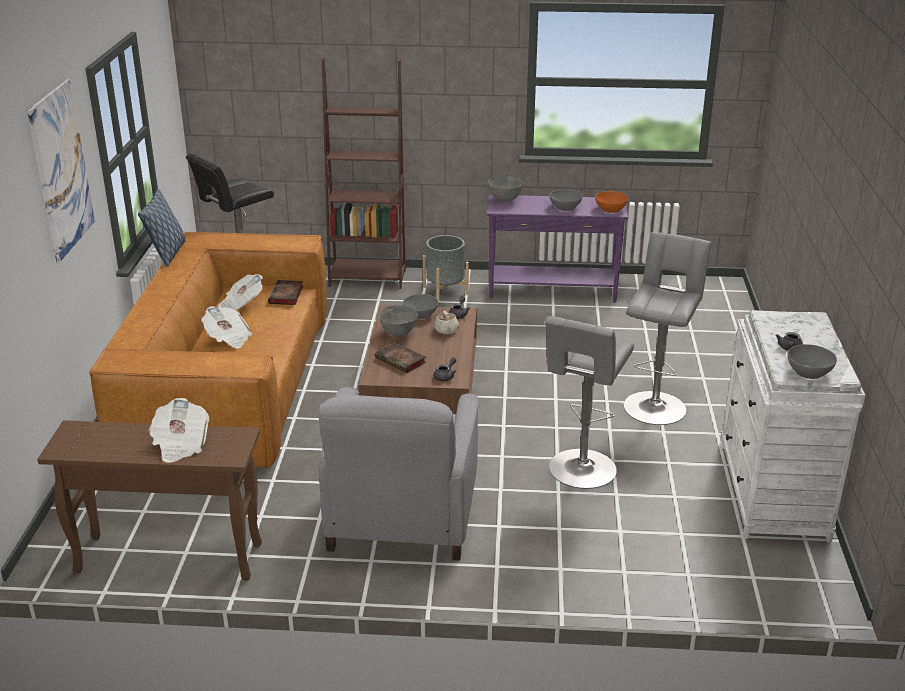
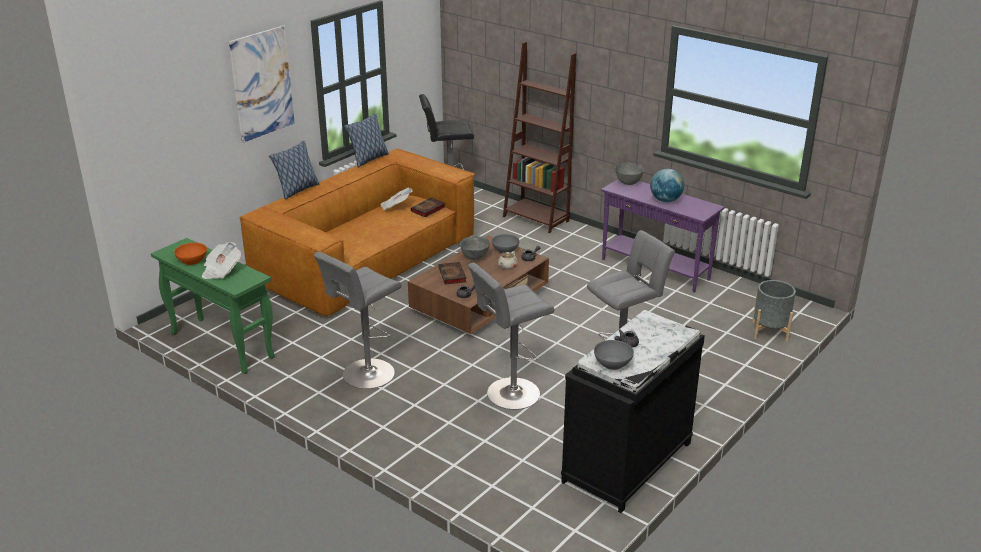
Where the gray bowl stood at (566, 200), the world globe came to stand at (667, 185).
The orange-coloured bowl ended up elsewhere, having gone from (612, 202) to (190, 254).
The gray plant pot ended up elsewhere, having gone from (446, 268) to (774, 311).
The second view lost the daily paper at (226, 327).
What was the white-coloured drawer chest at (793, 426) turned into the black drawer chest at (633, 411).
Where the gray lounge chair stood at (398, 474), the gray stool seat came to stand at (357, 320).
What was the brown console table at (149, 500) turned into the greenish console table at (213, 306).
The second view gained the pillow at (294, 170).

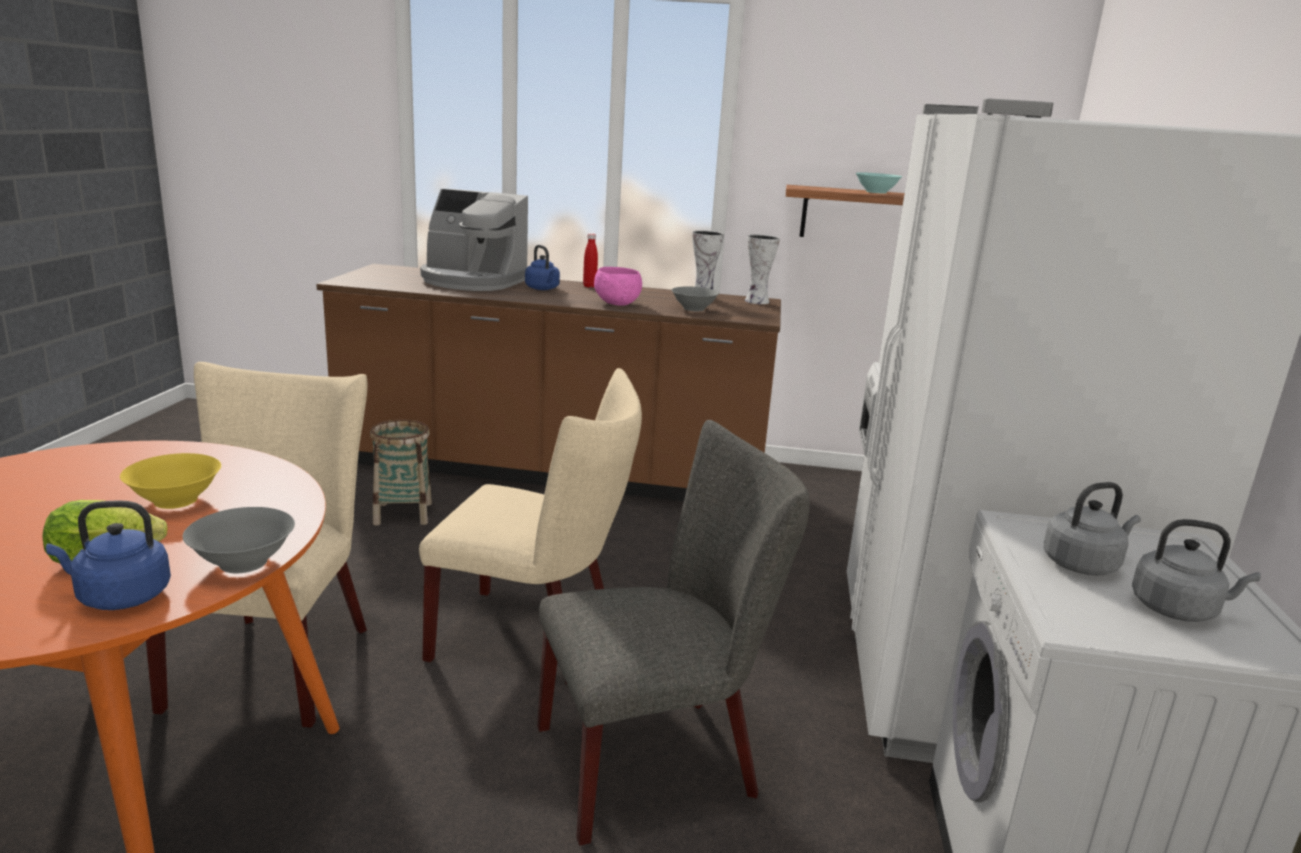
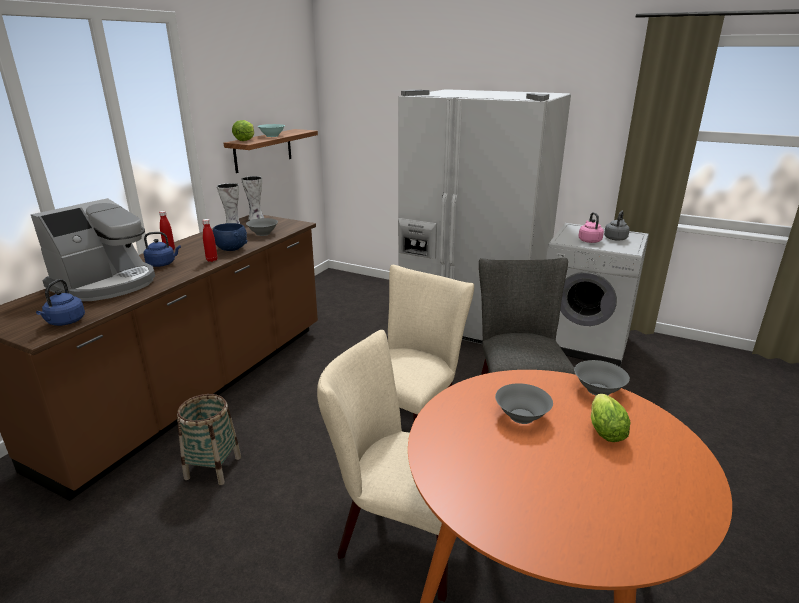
What was the pink bowl at (618, 286) turned into the blue bowl at (230, 237).
What was the yellow bowl at (170, 481) turned into the gray bowl at (524, 403).
What was the gray kettle at (1092, 529) turned into the pink kettle at (591, 227).
The blue kettle ended up elsewhere, having gone from (108, 555) to (60, 302).
The second view gained the lettuce at (243, 130).
The second view gained the red bottle at (210, 240).

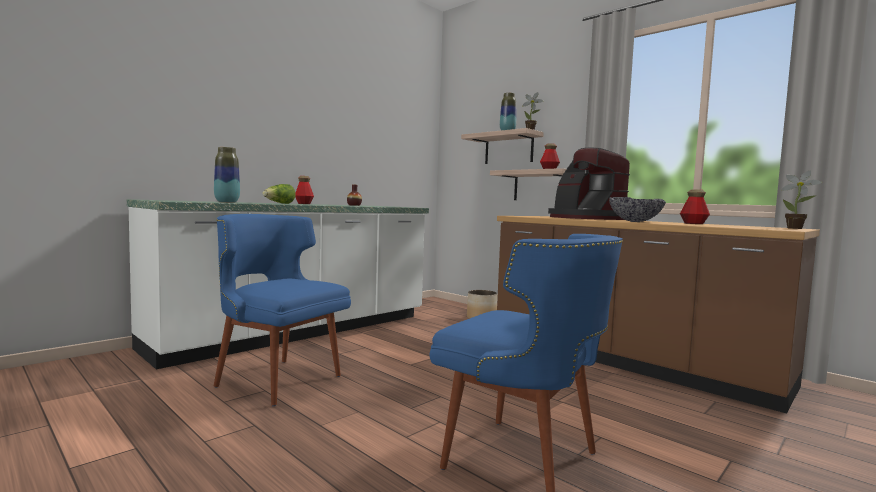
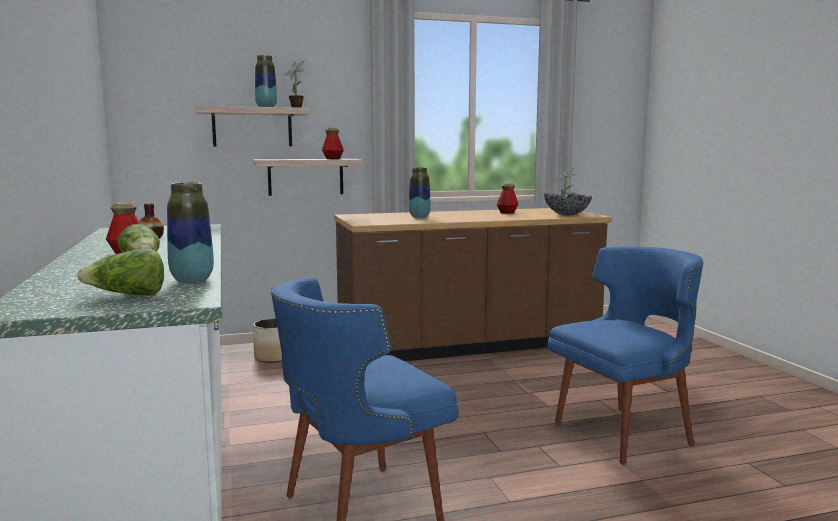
Where the coffee machine stood at (589, 184), the decorative vase came to stand at (420, 193).
The bowl ended up elsewhere, having gone from (637, 209) to (568, 204).
The second view gained the lettuce at (120, 272).

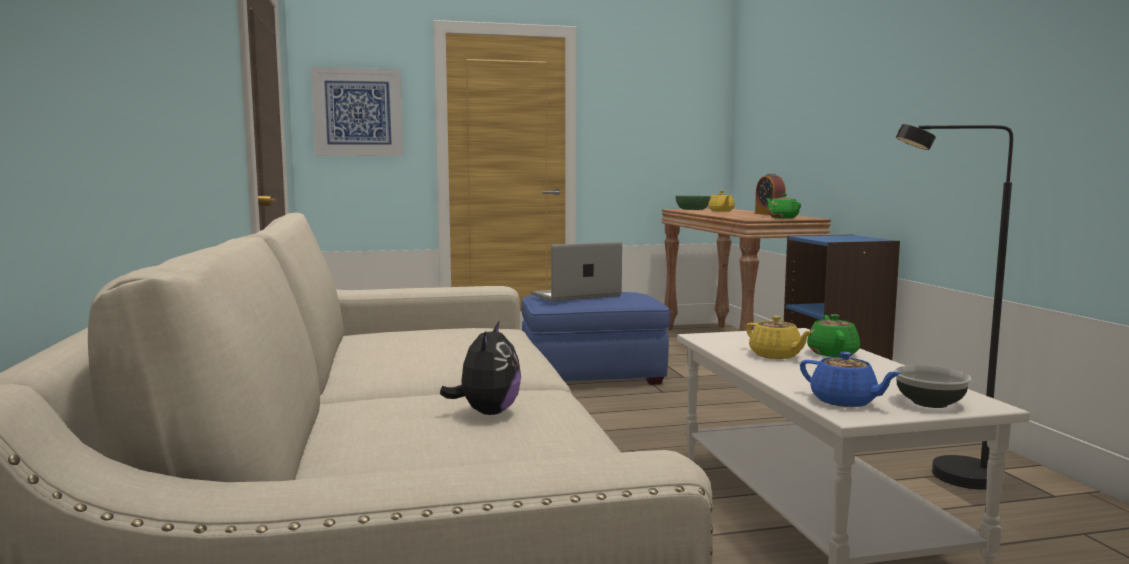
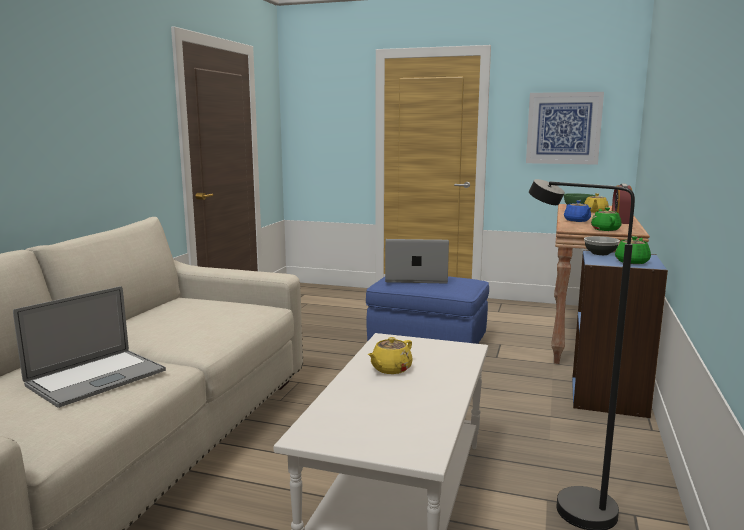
The wall picture ended up elsewhere, having gone from (357, 111) to (565, 128).
The greenish pot for tea ended up elsewhere, having gone from (833, 335) to (633, 250).
The yellow pot for tea at (779, 337) ended up facing another way, 45 degrees clockwise from before.
Where the soft toy stood at (480, 367), the laptop came to stand at (89, 347).
The blue pot for tea ended up elsewhere, having gone from (850, 379) to (577, 211).
The bowl ended up elsewhere, having gone from (933, 386) to (602, 245).

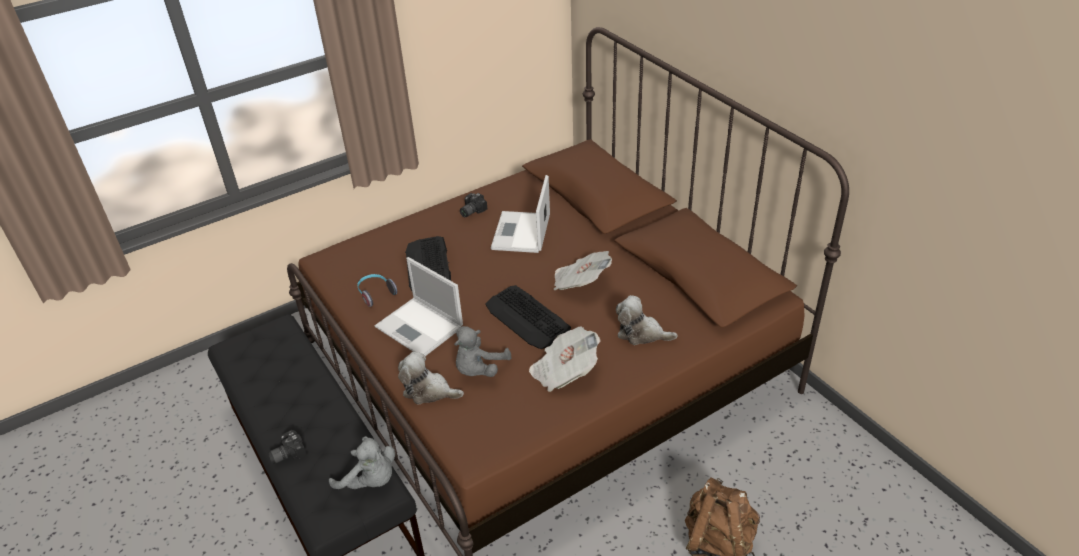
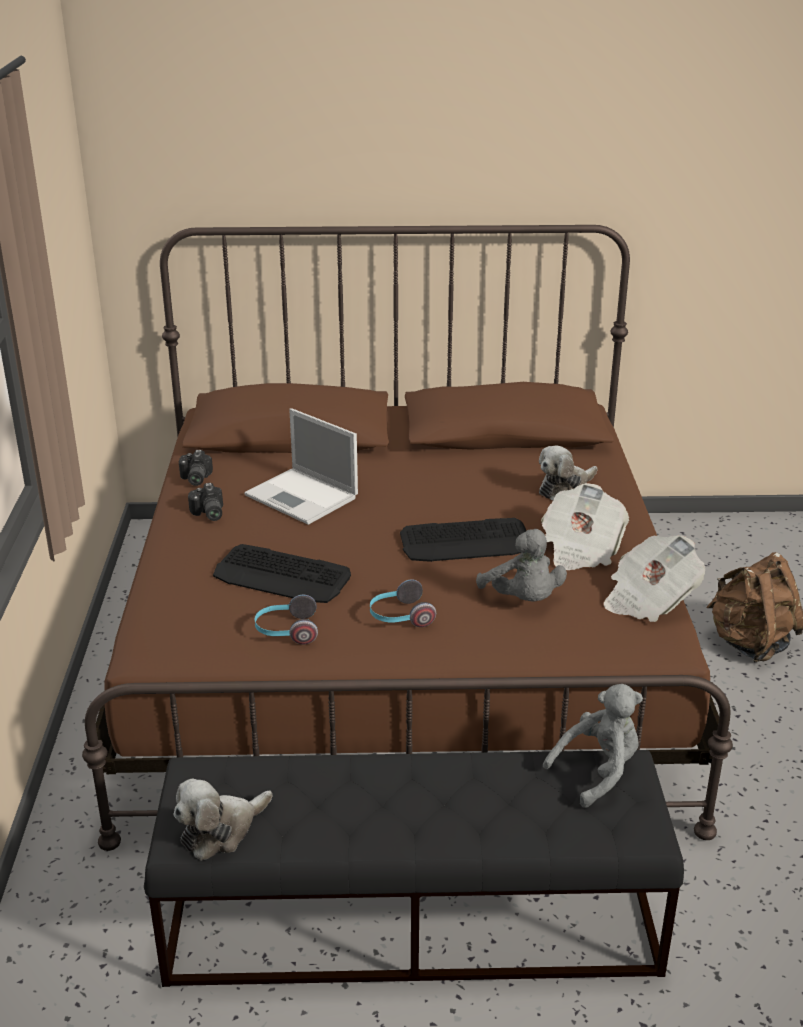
The daily paper ended up elsewhere, having gone from (583, 270) to (654, 578).
Where the laptop stood at (419, 306), the headset came to stand at (403, 603).
The soft toy ended up elsewhere, having gone from (431, 378) to (223, 819).
The photo camera ended up elsewhere, having gone from (287, 447) to (196, 468).

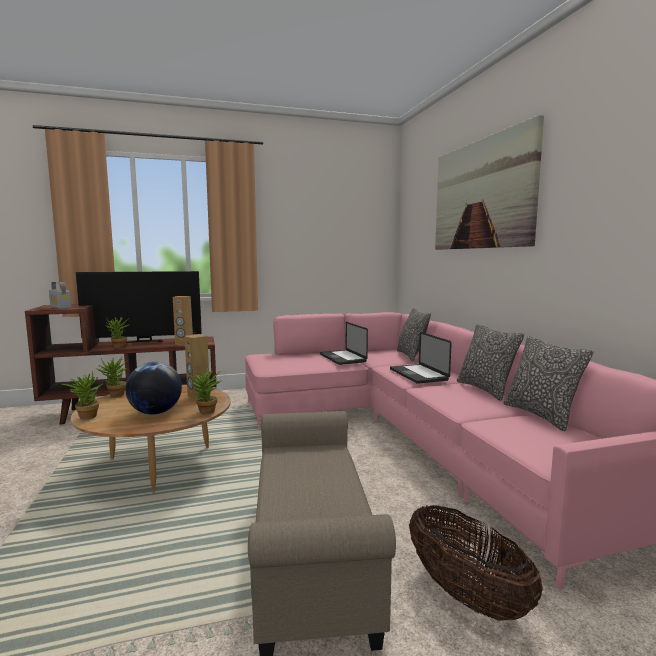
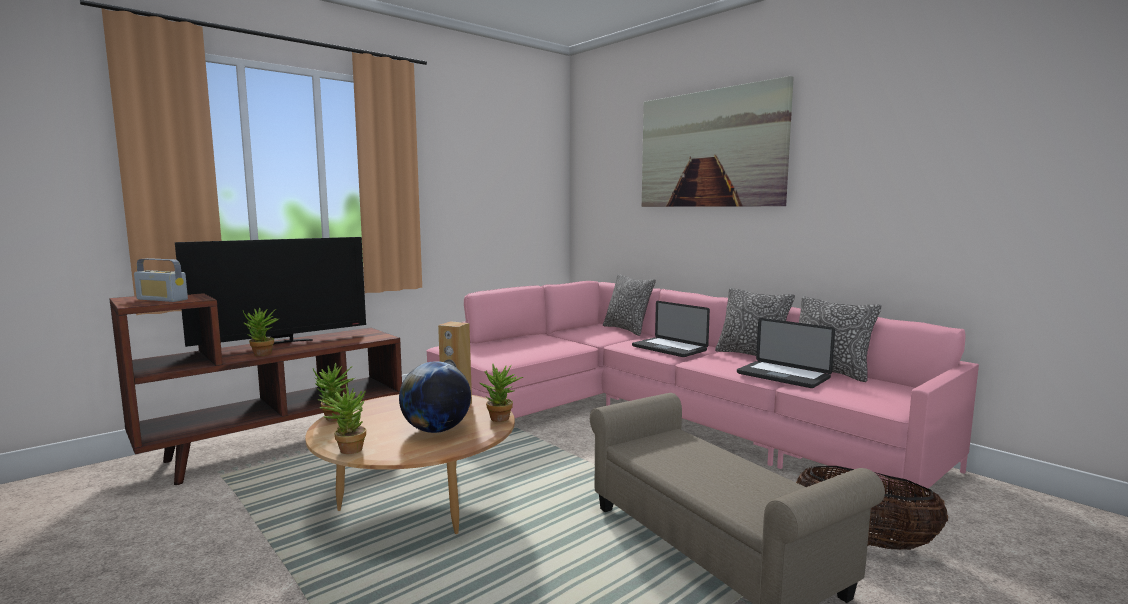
The second view lost the brown loudspeaker at (183, 320).
The laptop ended up elsewhere, having gone from (344, 343) to (786, 353).

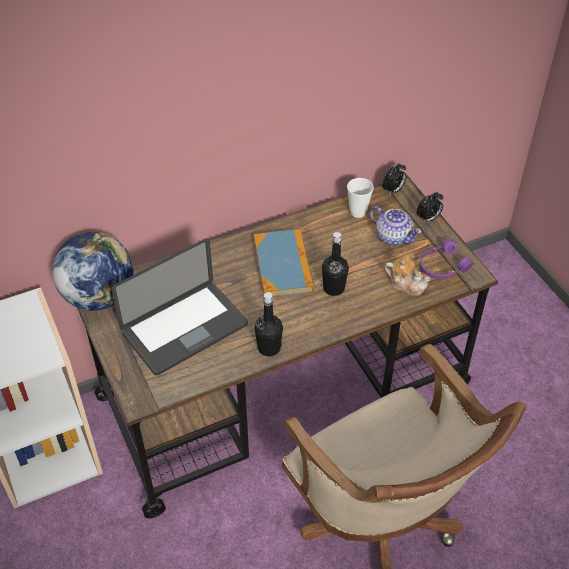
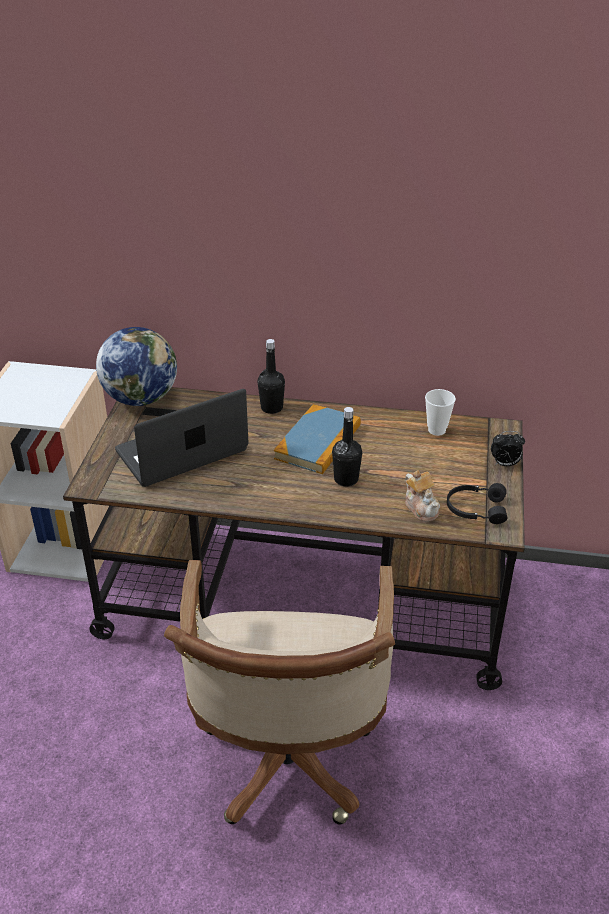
The second view lost the table clock at (394, 178).
The second view lost the pot for tea at (396, 226).
The laptop at (179, 306) ended up facing another way, 150 degrees clockwise from before.
What was the purple headset at (446, 259) turned into the black headset at (477, 503).
The black bottle ended up elsewhere, having gone from (269, 324) to (271, 376).

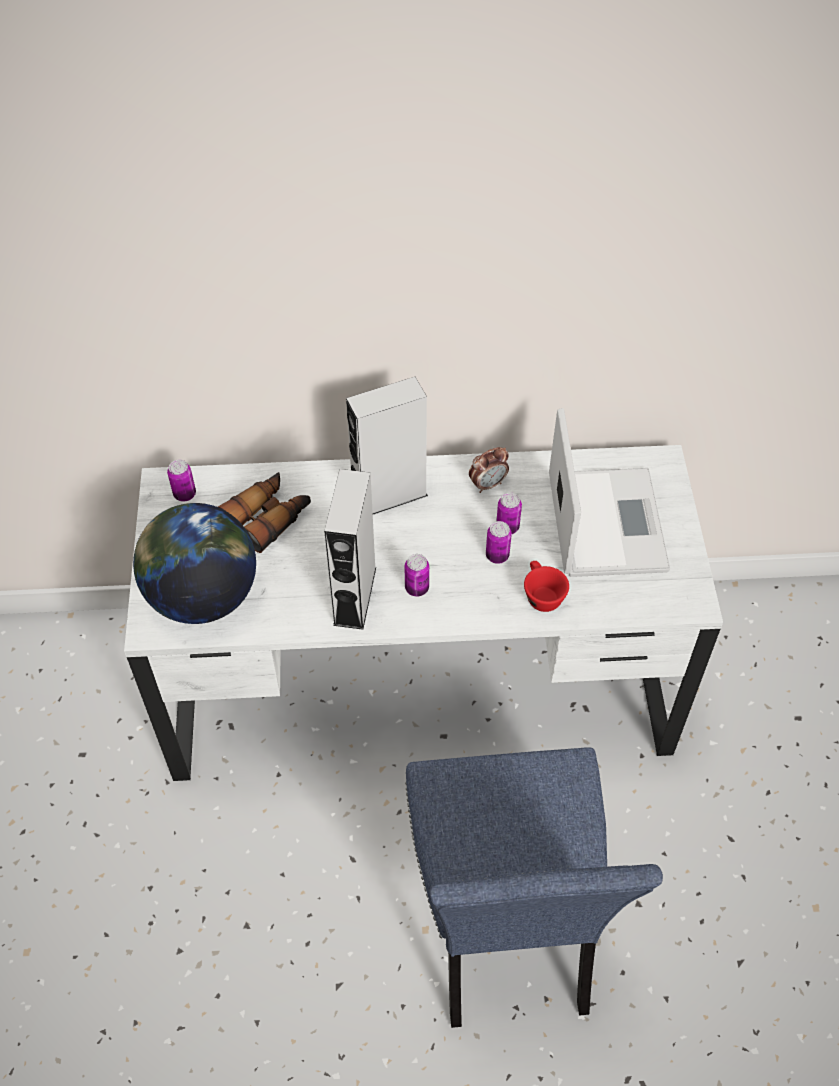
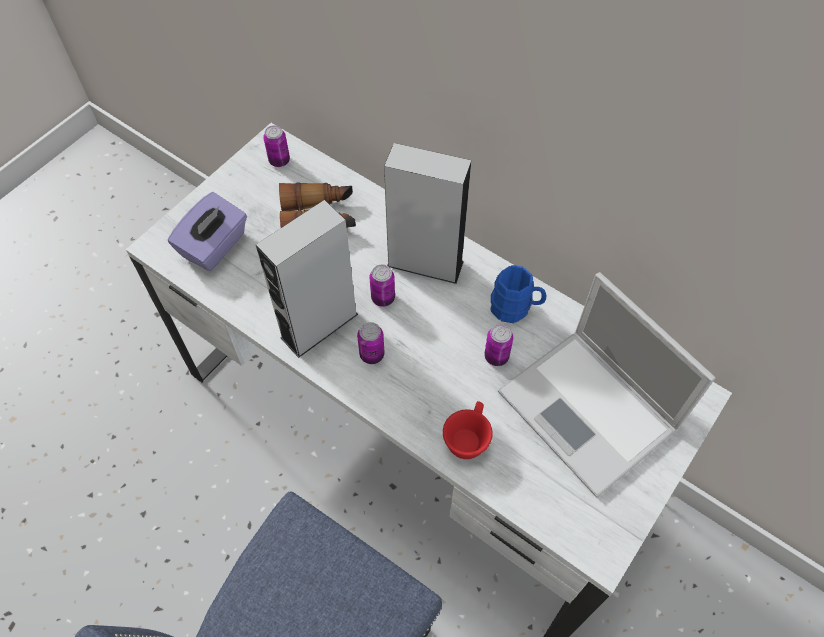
The laptop at (609, 492) ended up facing another way, 105 degrees clockwise from before.
Where the table clock stood at (489, 470), the blue mug came to stand at (518, 294).
Where the world globe stood at (194, 563), the purple tissue holder came to stand at (207, 231).
The metal can ended up elsewhere, having gone from (499, 542) to (382, 286).

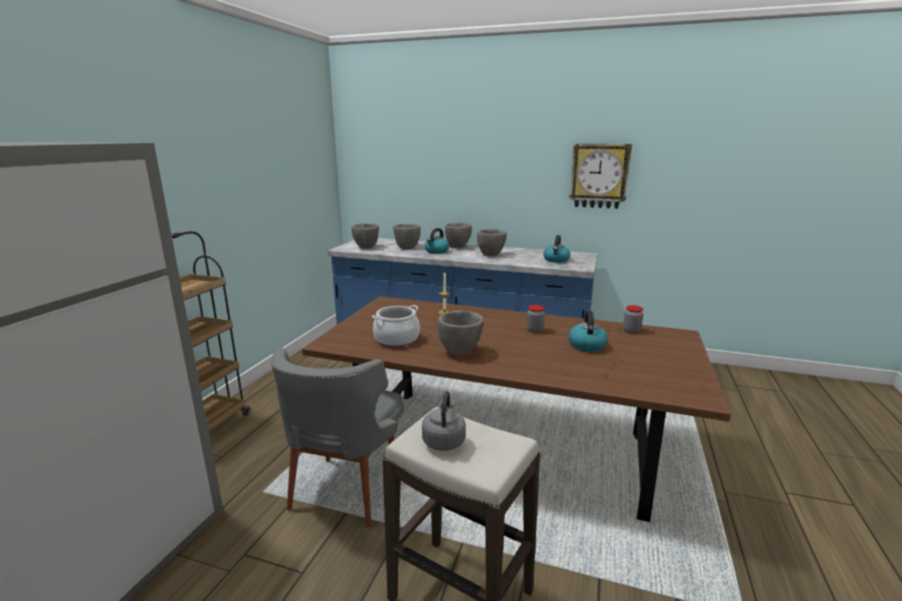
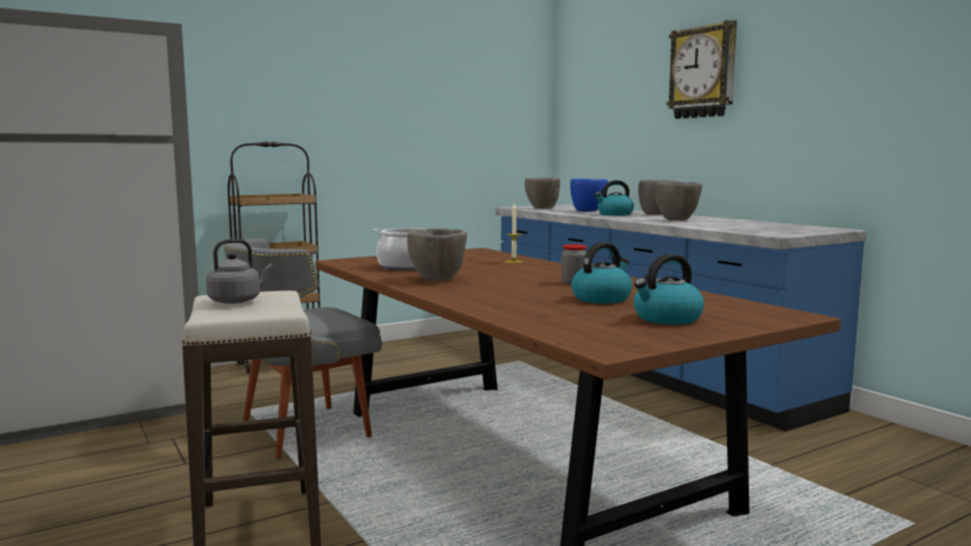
The wall clock ended up elsewhere, having gone from (601, 176) to (701, 69).
What was the gray bowl at (407, 237) turned into the blue bowl at (589, 195).
The kettle ended up elsewhere, having gone from (556, 249) to (668, 289).
The second view lost the storage jar at (633, 319).

